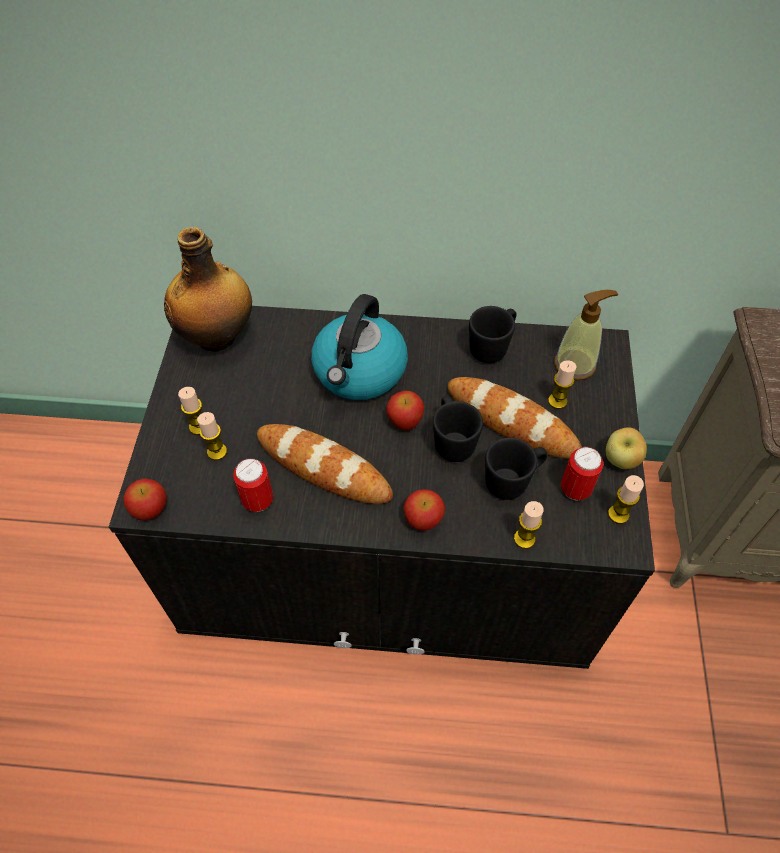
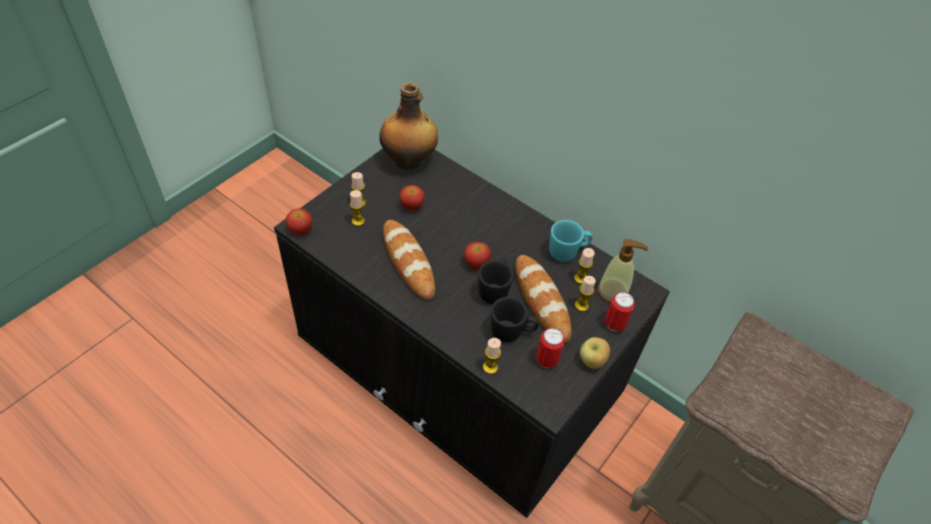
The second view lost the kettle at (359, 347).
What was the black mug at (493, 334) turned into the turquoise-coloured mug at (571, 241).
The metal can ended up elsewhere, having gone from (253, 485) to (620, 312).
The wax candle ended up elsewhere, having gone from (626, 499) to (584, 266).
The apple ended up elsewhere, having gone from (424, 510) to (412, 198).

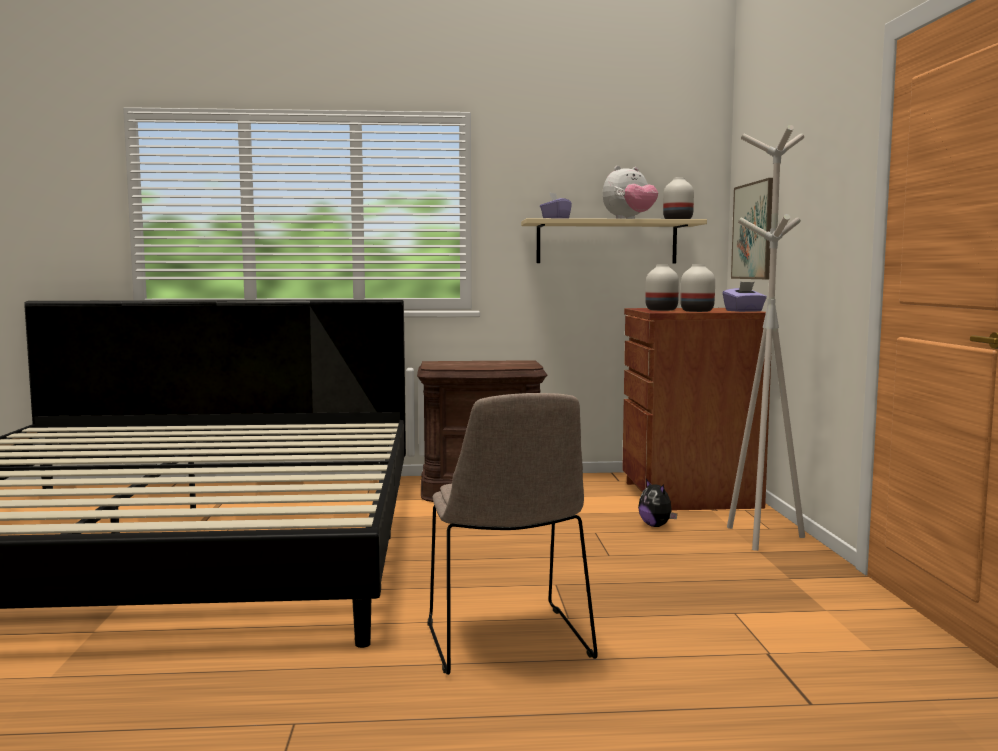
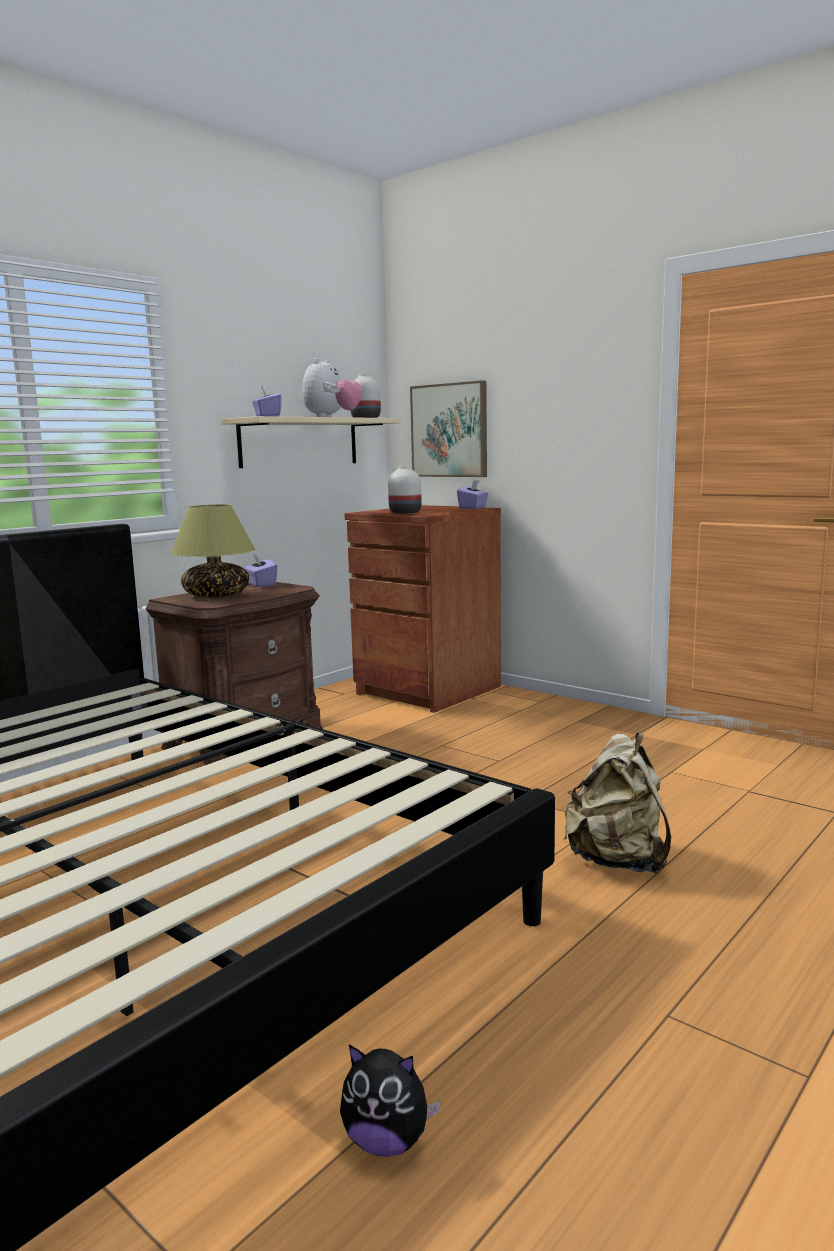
The second view lost the gray clothes rack at (766, 338).
The second view lost the white-coloured decorative vase at (697, 288).
Where the sand-coloured plain chair stood at (513, 534), the sand-coloured backpack came to stand at (617, 803).
The soft toy ended up elsewhere, having gone from (657, 503) to (390, 1101).
The second view gained the tabletop lamp at (213, 550).
The second view gained the purple tissue holder at (260, 570).

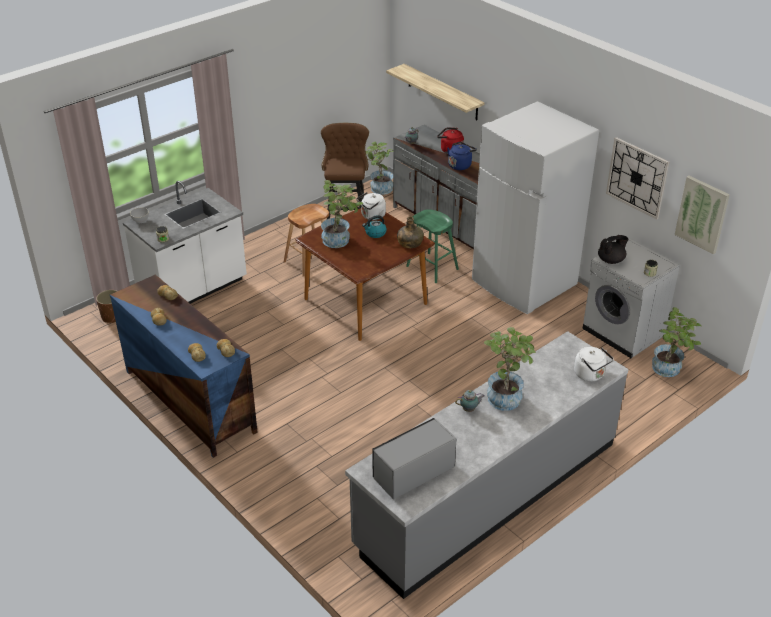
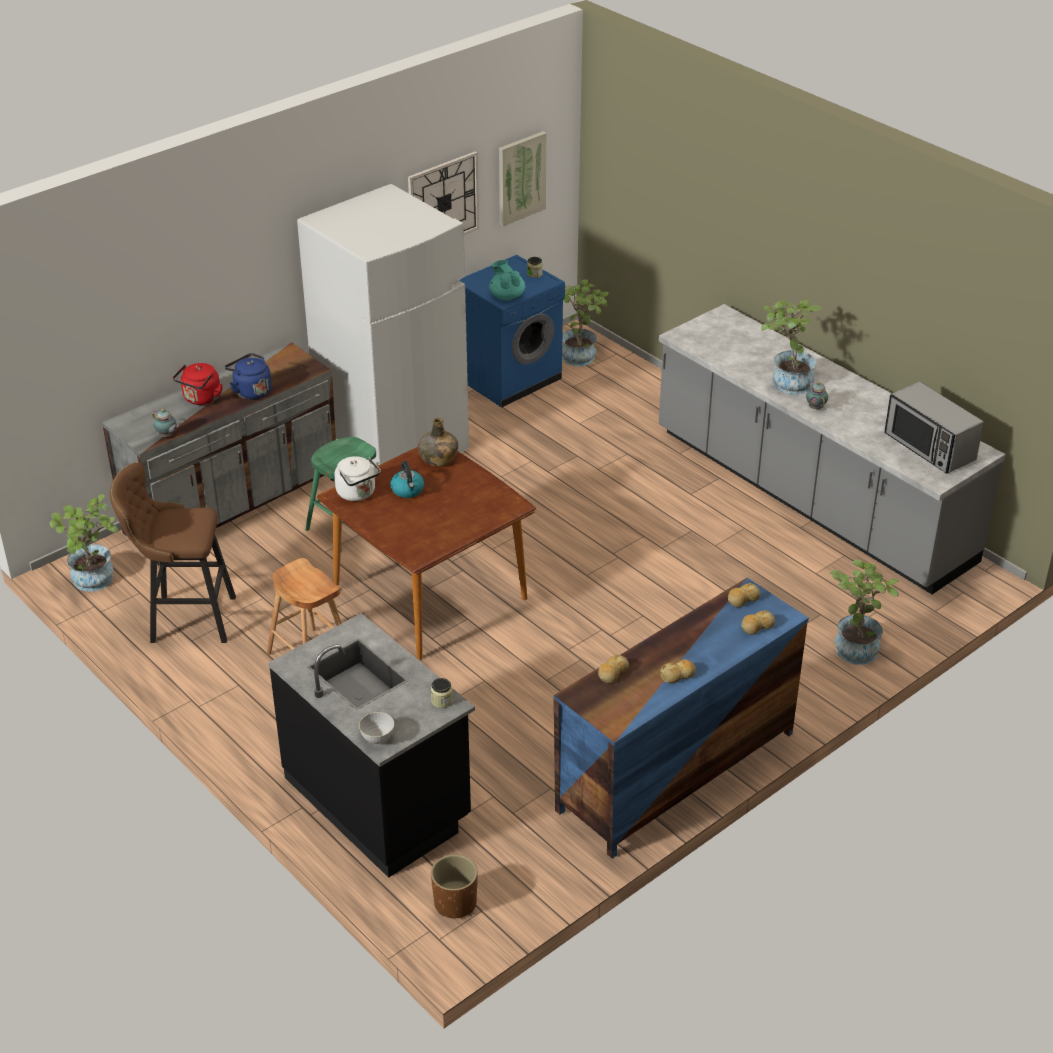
The second view lost the bracket shelf at (435, 92).
The houseplant ended up elsewhere, having gone from (342, 214) to (864, 612).
What was the white-coloured kitchen base unit at (185, 242) turned into the black kitchen base unit at (371, 745).
What was the black pot for tea at (613, 249) turned into the turquoise-coloured pot for tea at (507, 280).
What was the white-coloured laundry machine at (631, 298) turned into the blue laundry machine at (512, 331).
The second view lost the white-coloured kettle at (594, 364).

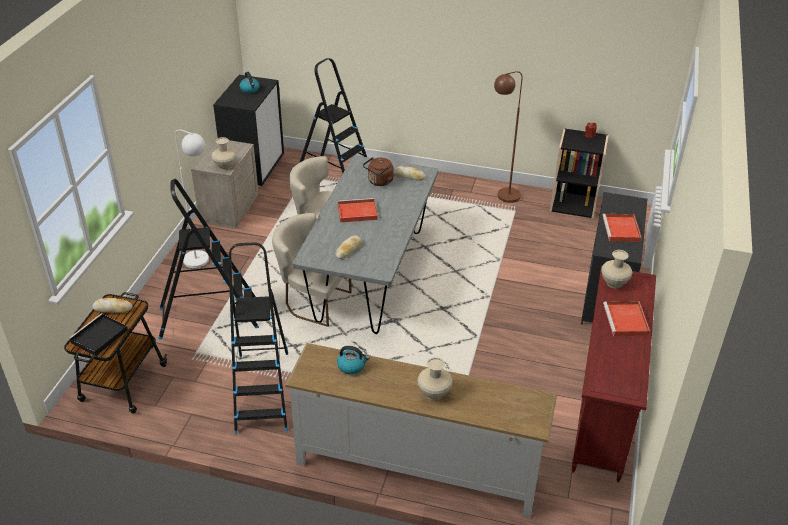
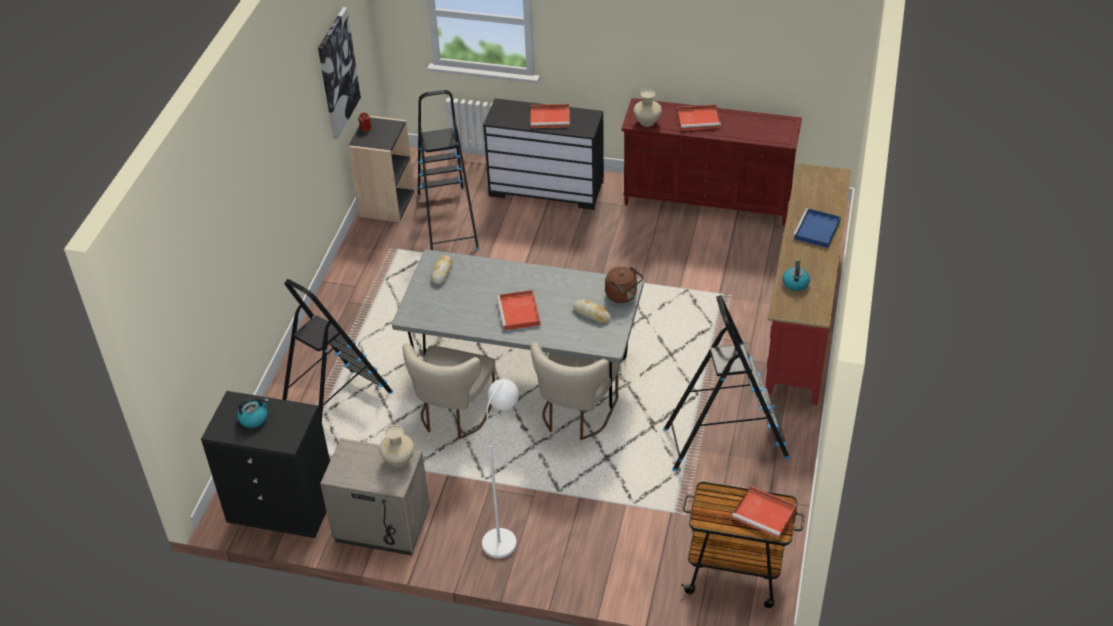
The second view lost the brown standing lamp at (508, 137).
The brown kettle ended up elsewhere, having gone from (378, 171) to (624, 285).
The black stepladder ended up elsewhere, having gone from (208, 259) to (448, 170).
The second view lost the bread at (112, 305).
What was the black carrying tray at (98, 334) turned into the red carrying tray at (764, 512).
What was the gray storage cabinet at (421, 430) turned into the red storage cabinet at (809, 284).
Where the sand-coloured decorative vase stood at (435, 378), the blue carrying tray came to stand at (817, 228).
The second view gained the wall picture at (339, 73).

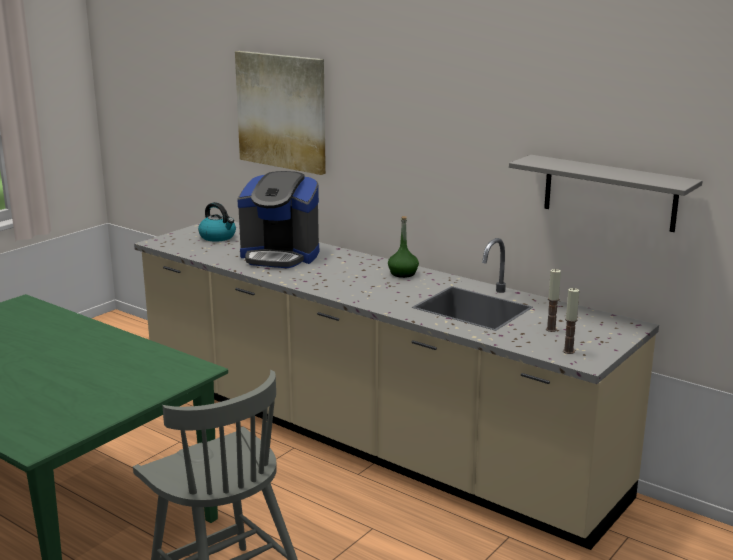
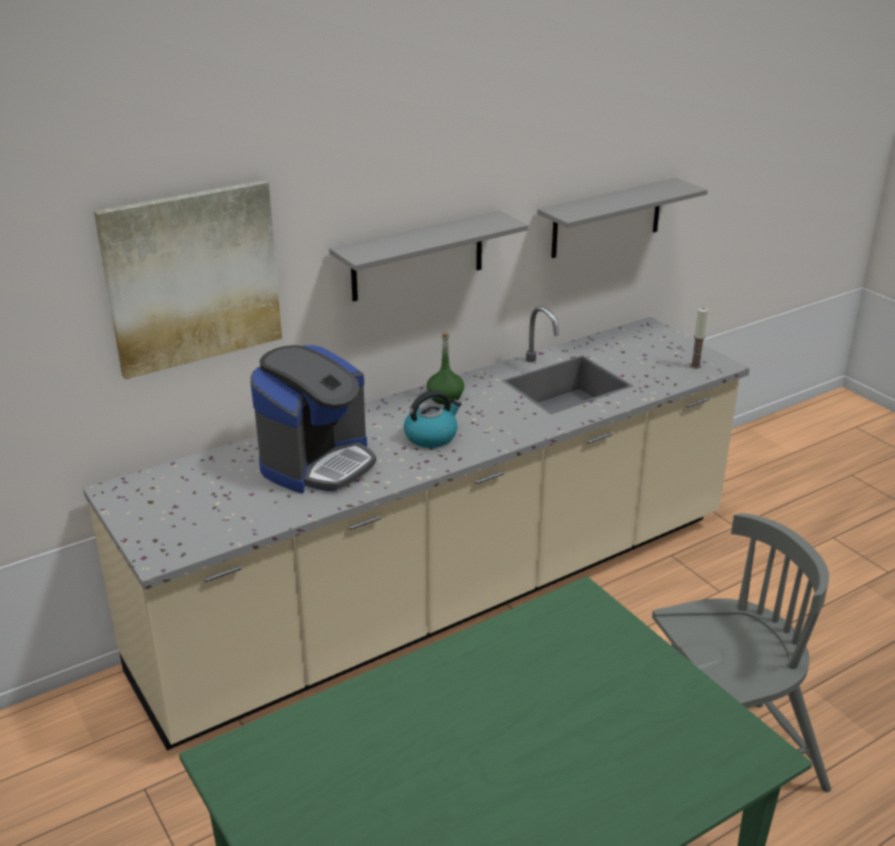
The kettle ended up elsewhere, having gone from (217, 222) to (433, 419).
The second view lost the wax candle at (553, 300).
The second view gained the gray bracket shelf at (429, 256).

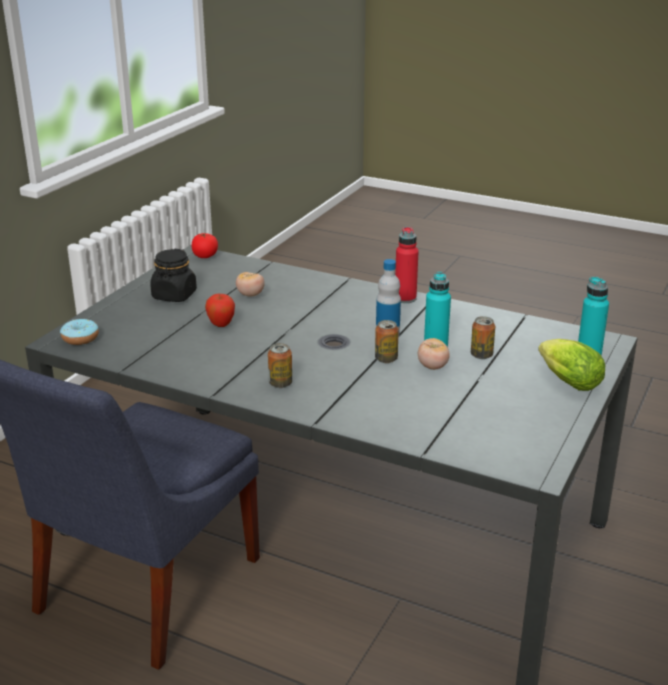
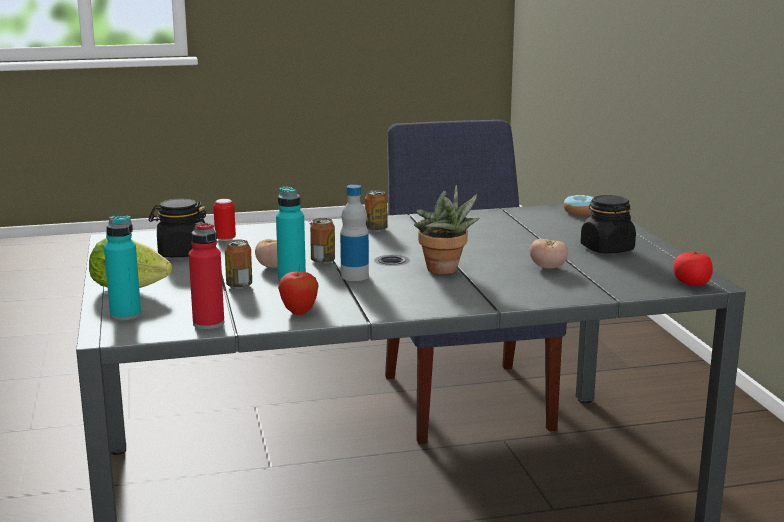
The red bottle ended up elsewhere, having gone from (407, 265) to (206, 275).
The apple ended up elsewhere, having gone from (220, 310) to (298, 293).
The second view gained the houseplant at (446, 229).
The second view gained the black storage jar at (177, 227).
The second view gained the metal can at (224, 220).

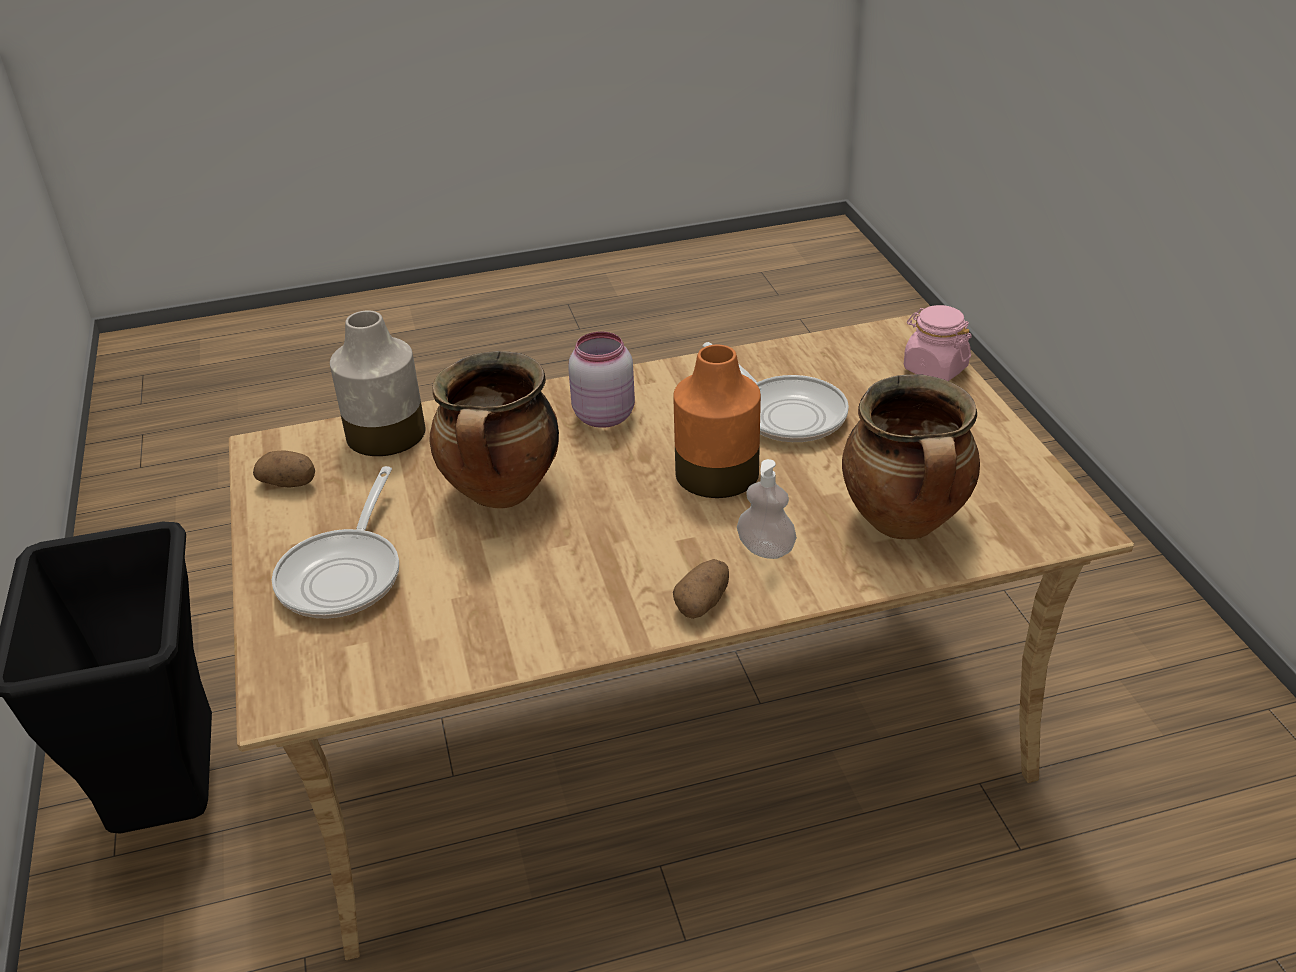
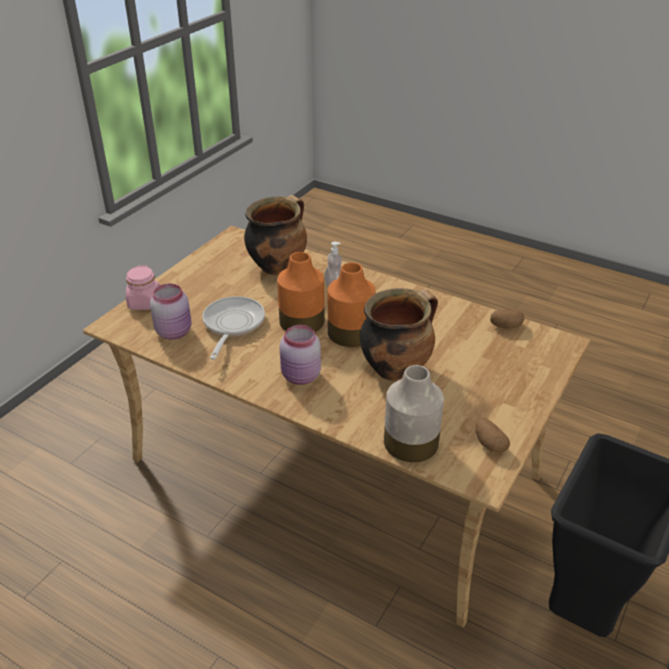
The second view lost the skillet at (335, 542).
The whole potato ended up elsewhere, having gone from (701, 589) to (507, 319).
The second view gained the orange-coloured decorative vase at (351, 304).
The second view gained the pink storage jar at (171, 312).

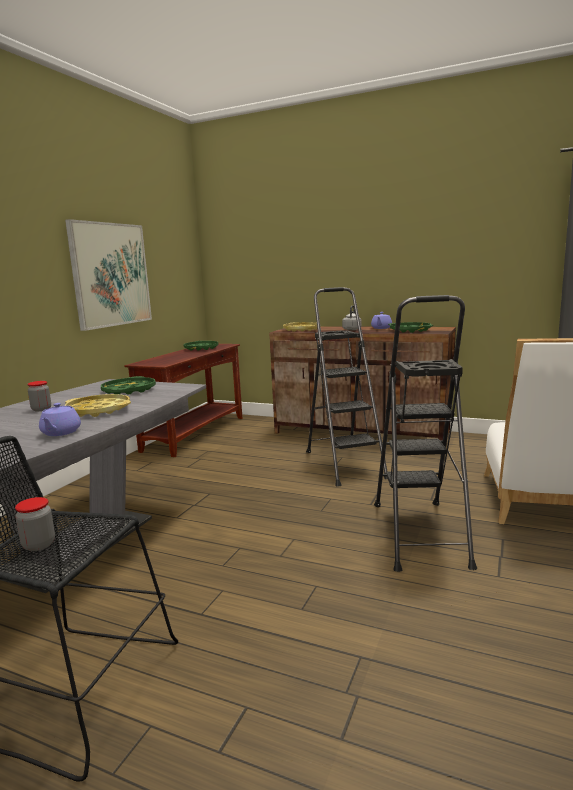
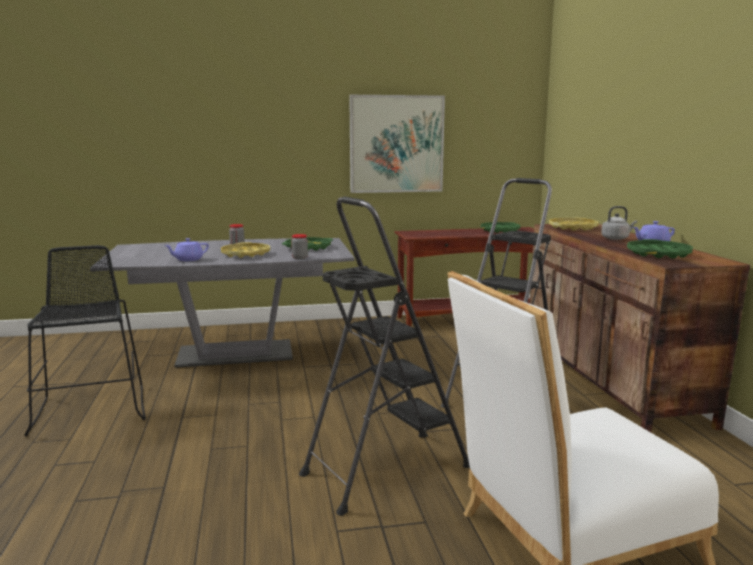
The storage jar ended up elsewhere, having gone from (35, 524) to (299, 246).

